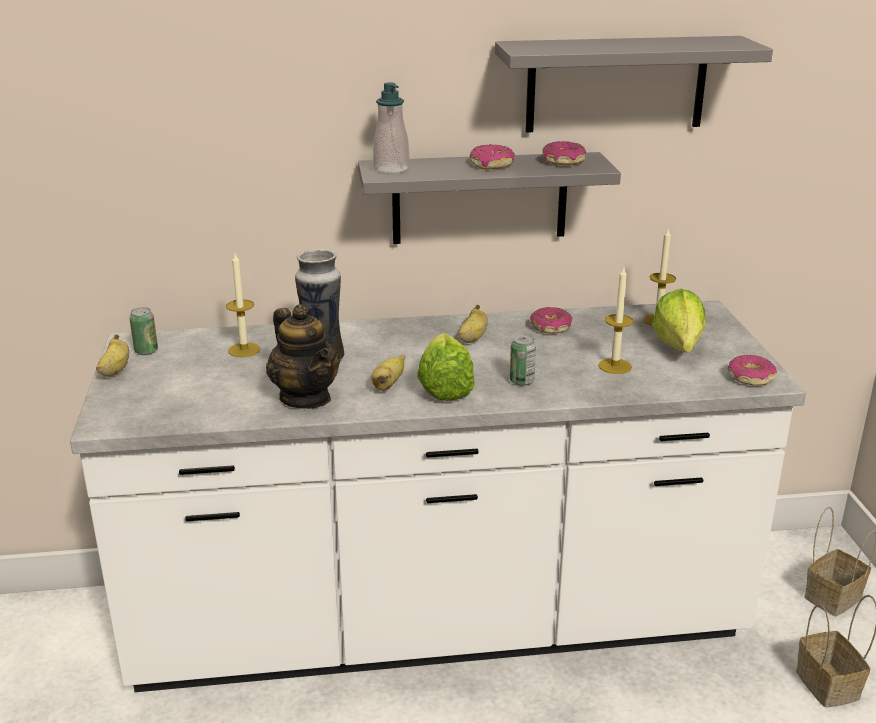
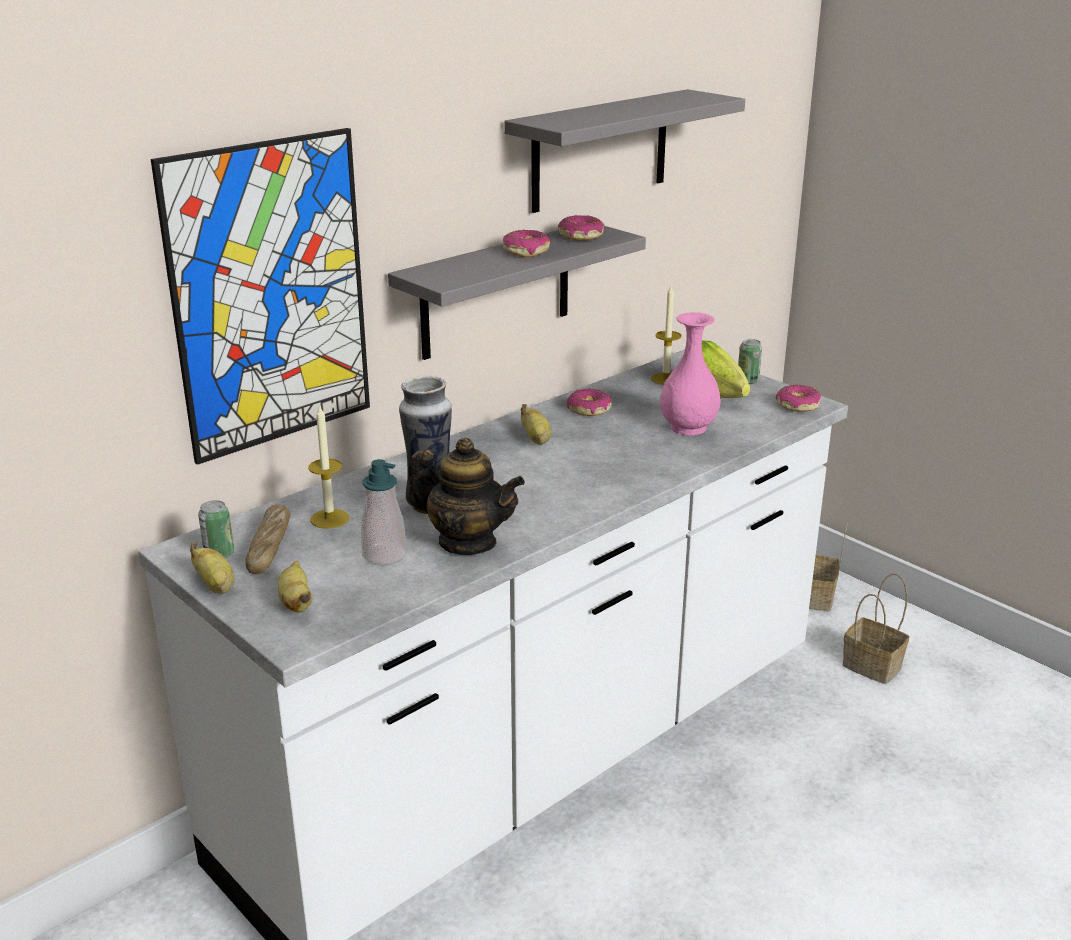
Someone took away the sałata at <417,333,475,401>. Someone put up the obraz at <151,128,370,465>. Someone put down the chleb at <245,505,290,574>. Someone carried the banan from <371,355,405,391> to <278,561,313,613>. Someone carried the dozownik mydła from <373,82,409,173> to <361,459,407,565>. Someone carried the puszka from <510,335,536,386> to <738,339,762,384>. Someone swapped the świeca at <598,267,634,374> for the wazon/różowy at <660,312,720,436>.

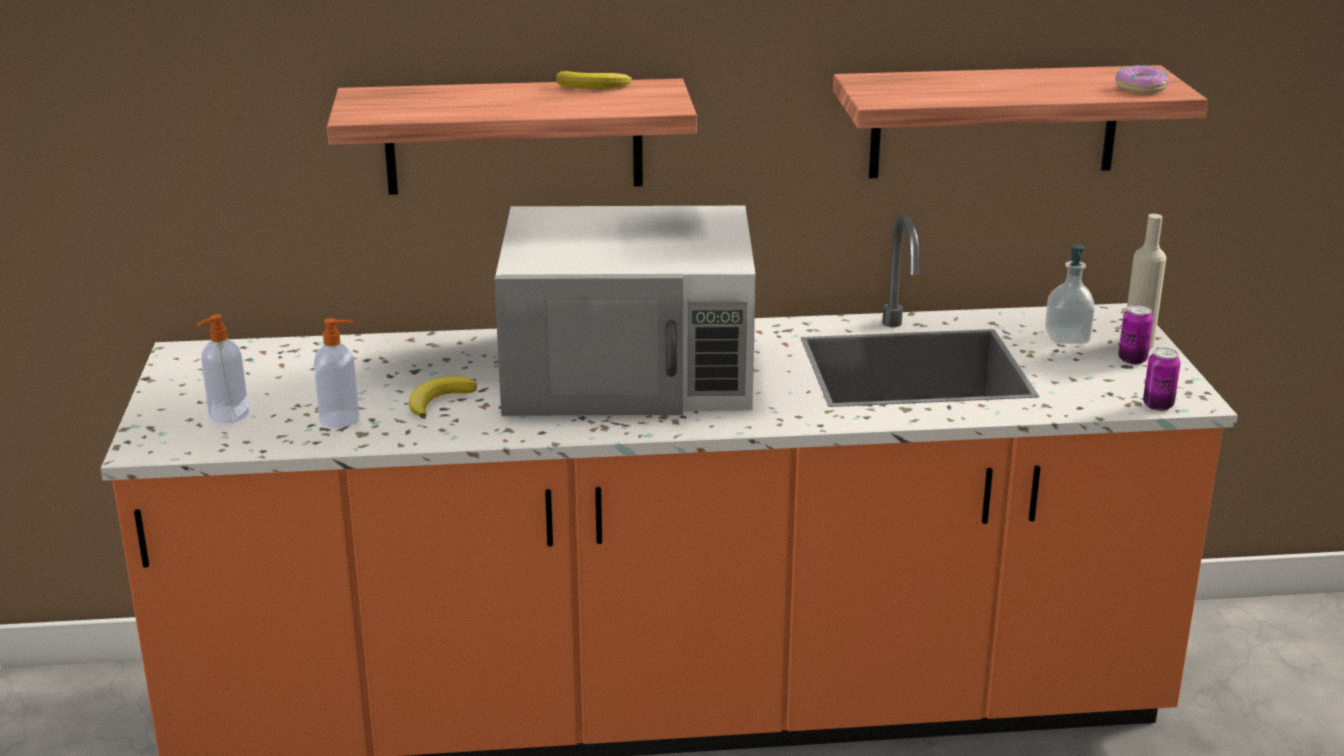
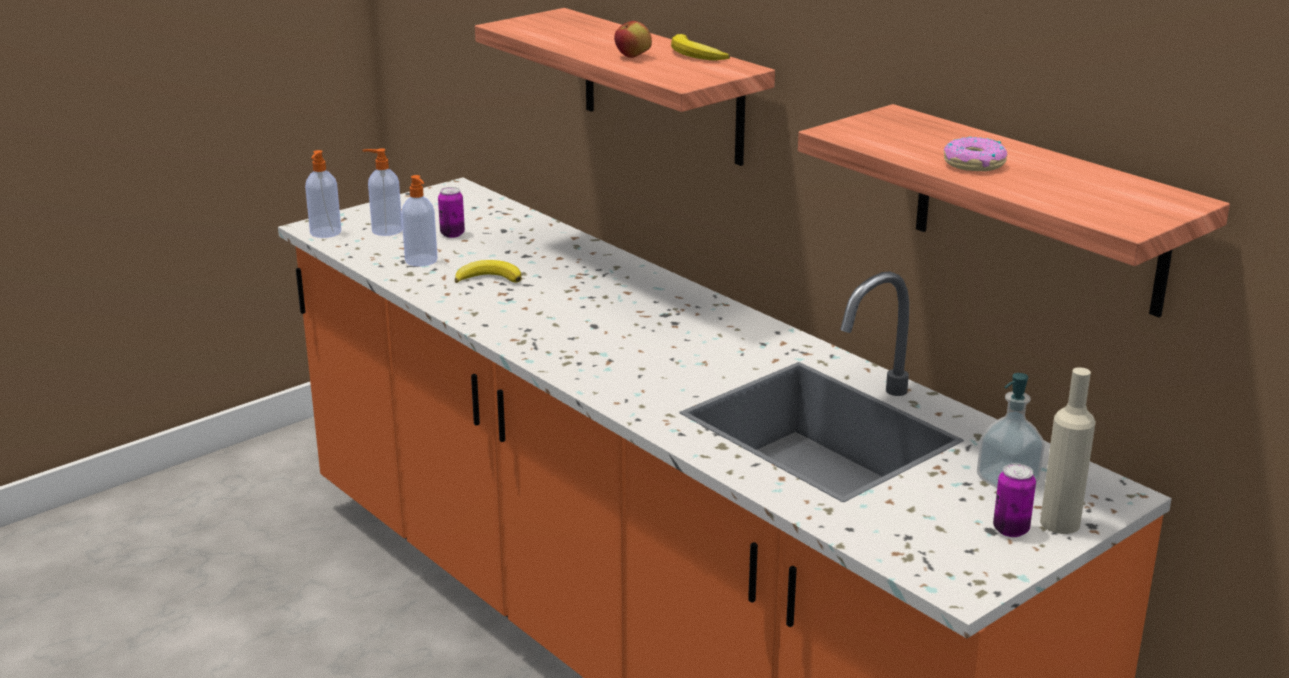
Someone took away the mikrofalówka/biały at <494,206,756,416>. Someone put down the dozownik mydła at <305,150,341,238>. Someone put down the jabłko at <614,21,652,58>. Someone carried the donut from <1115,65,1169,93> to <943,137,1007,171>. Someone carried the puszka from <1143,347,1181,411> to <438,187,465,238>.

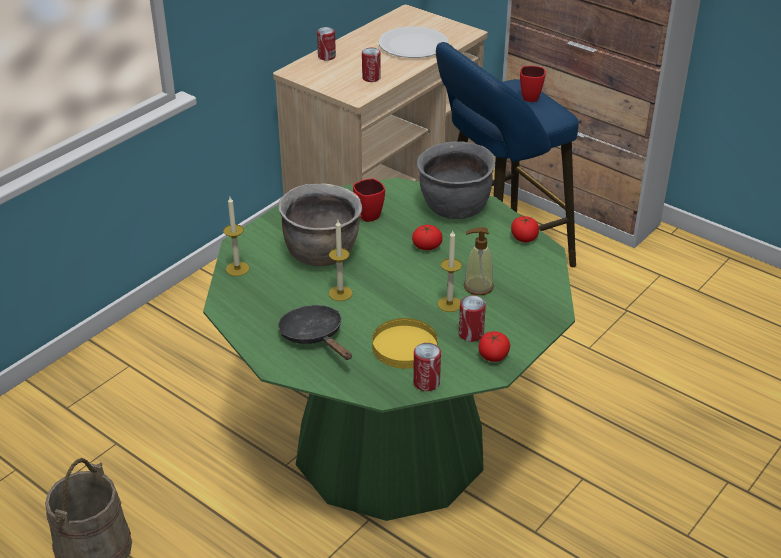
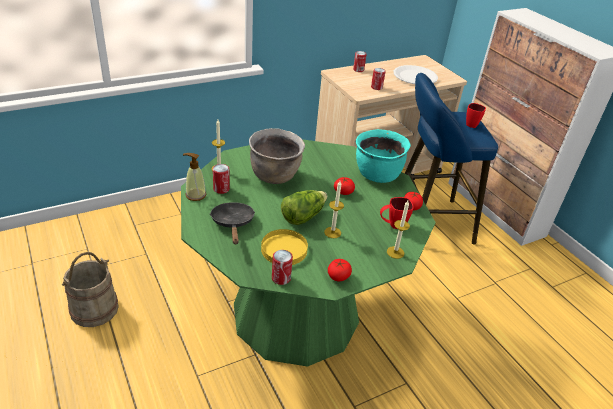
Someone put down the sałata at <281,190,327,225>. Someone carried the świeca from <329,220,353,301> to <387,201,410,259>. Someone carried the kubek/czerwony from <353,178,385,222> to <380,197,414,229>. Someone carried the puszka from <459,295,486,342> to <213,164,230,194>. Someone carried the dozownik mydła from <464,227,494,295> to <183,153,206,201>. Someone repainted the garnek/szary at <417,141,495,219>, which became the garnek/turkusowy at <356,129,411,183>.

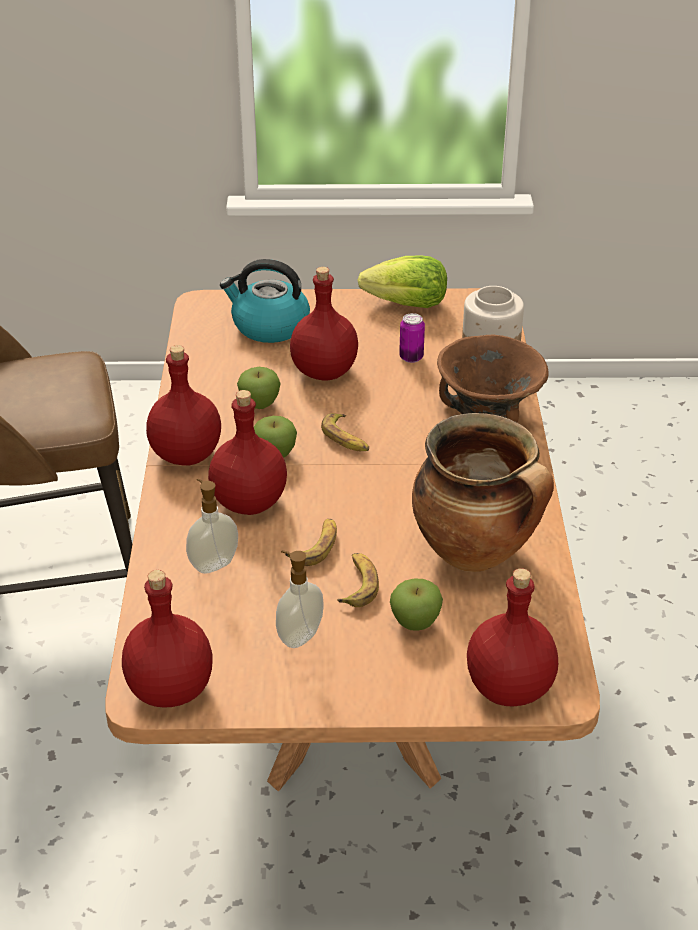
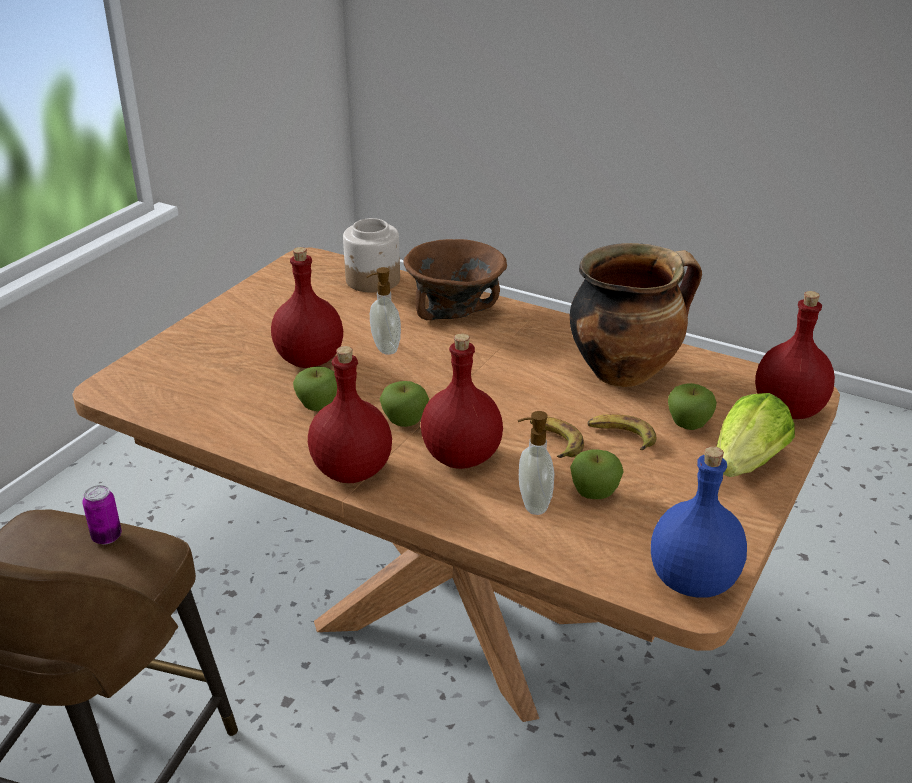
Someone took away the czajnik at <220,259,310,343>. Someone took away the banan at <321,413,369,451>. Someone put down the jabłko at <570,449,624,499>. Someone carried the dozownik mydła from <276,550,324,648> to <366,267,401,355>. Someone carried the sałata from <358,255,447,308> to <717,393,795,477>. Someone carried the puszka from <399,313,425,363> to <82,485,122,545>. Someone repainted the butelka/czerwony at <122,570,213,708>, which became the butelka/niebieski at <651,446,747,598>.

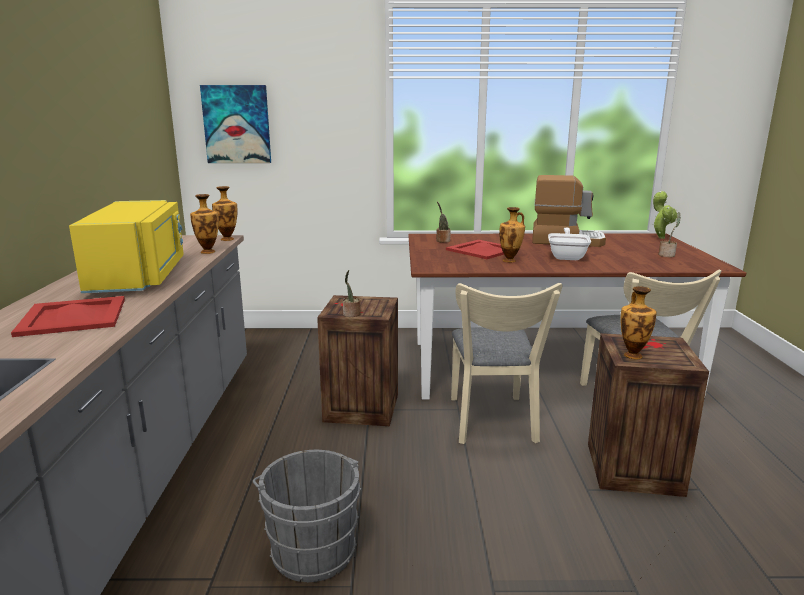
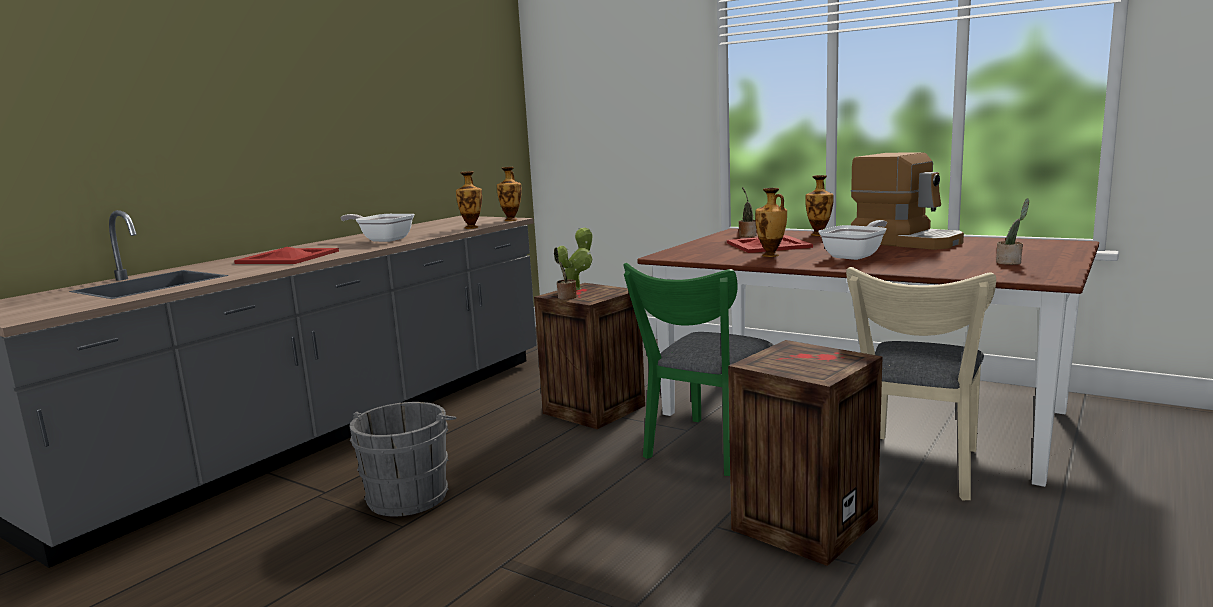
Someone took away the obraz at <200,85,271,163>. Someone carried the wazon from <620,286,657,359> to <805,175,834,236>. Someone carried the roślina doniczkowa from <653,191,677,239> to <557,227,593,290>. Someone swapped the mikrofalówka/żółty at <69,200,184,293> for the patelnia at <341,214,415,242>. Someone repainted the krzesło/beżowy at <451,283,563,444>, which became the krzesło/zielony at <623,263,773,476>.

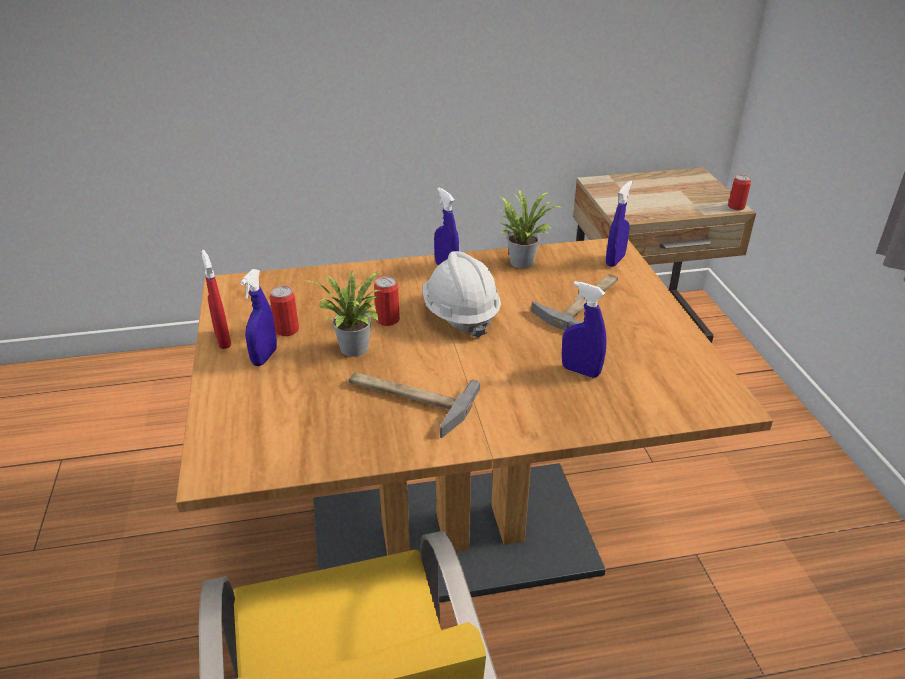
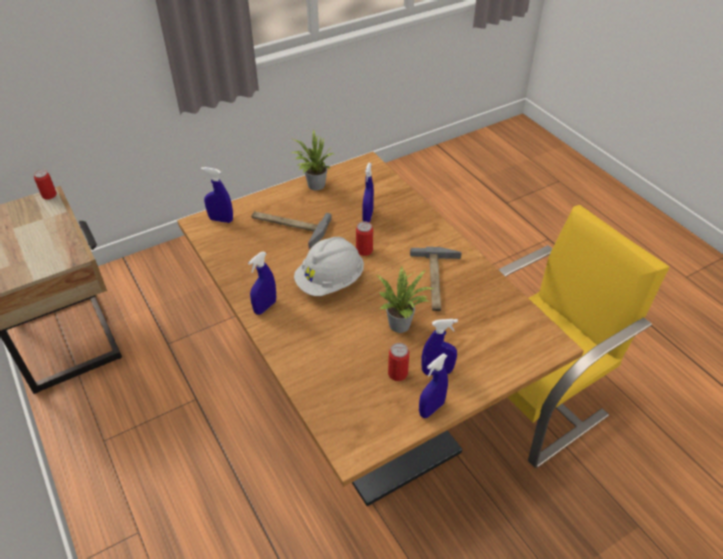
Someone carried the puszka from <374,276,400,326> to <356,221,373,256>. Someone carried the roślina doniczkowa from <498,189,562,268> to <291,129,333,190>. Someone repainted the spryskiwacz/czerwony at <201,250,231,349>, which became the spryskiwacz/niebieski at <419,354,448,418>.

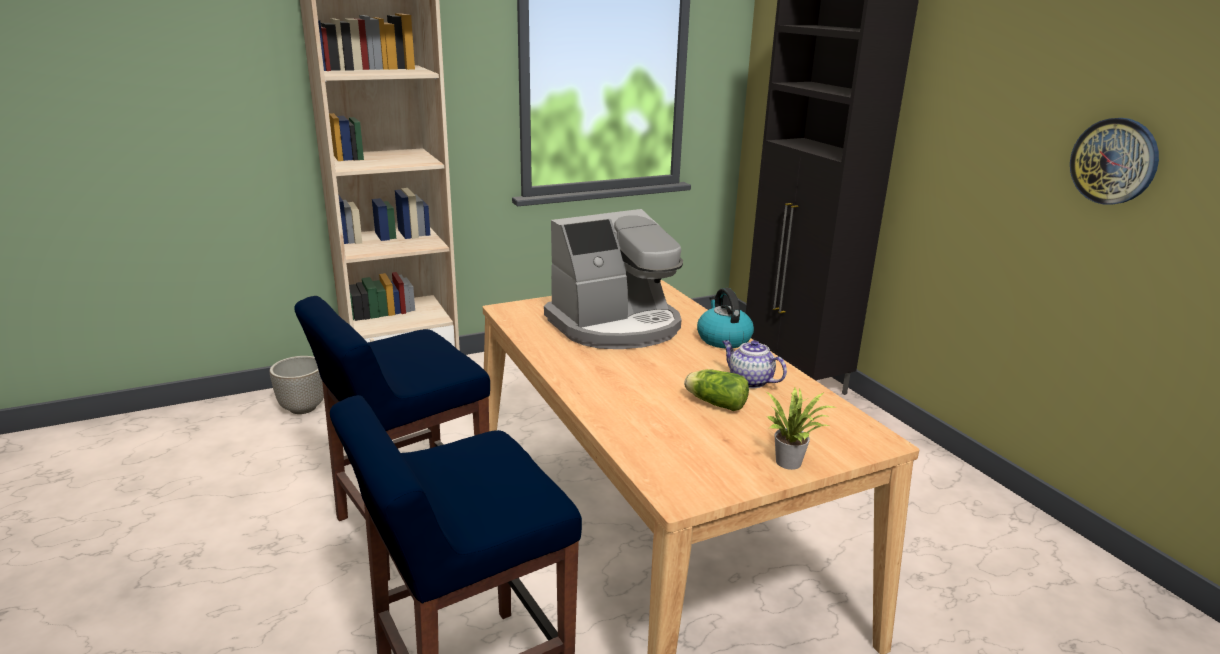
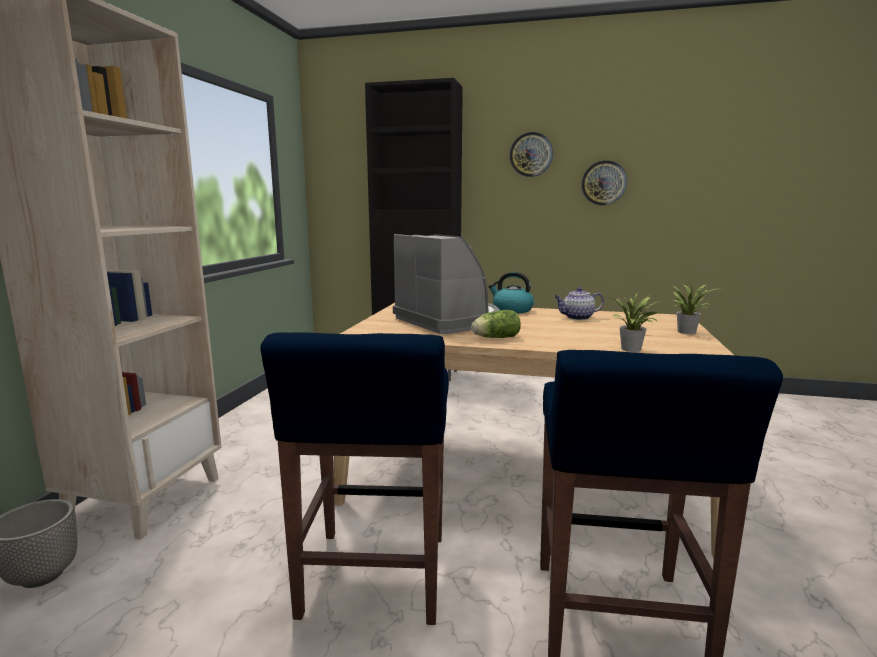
Someone put up the zegar ścienny at <510,132,553,177>. Someone put down the roślina doniczkowa at <606,292,660,352>. Someone carried the sałata from <684,369,749,411> to <471,310,521,338>. Someone rotated the ekspres do kawy at <544,209,683,349> by 45 degrees counterclockwise.

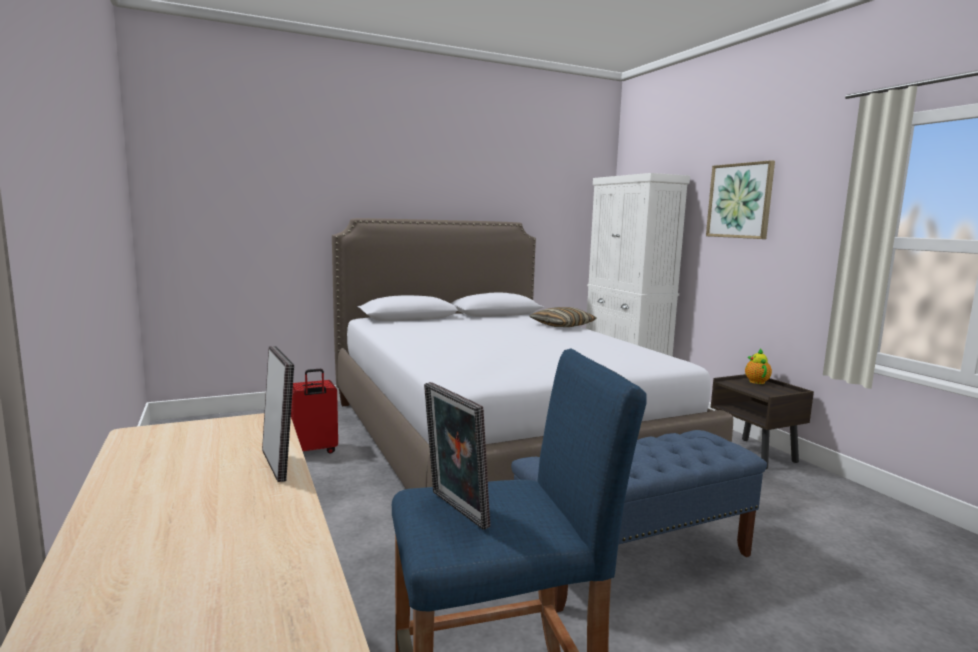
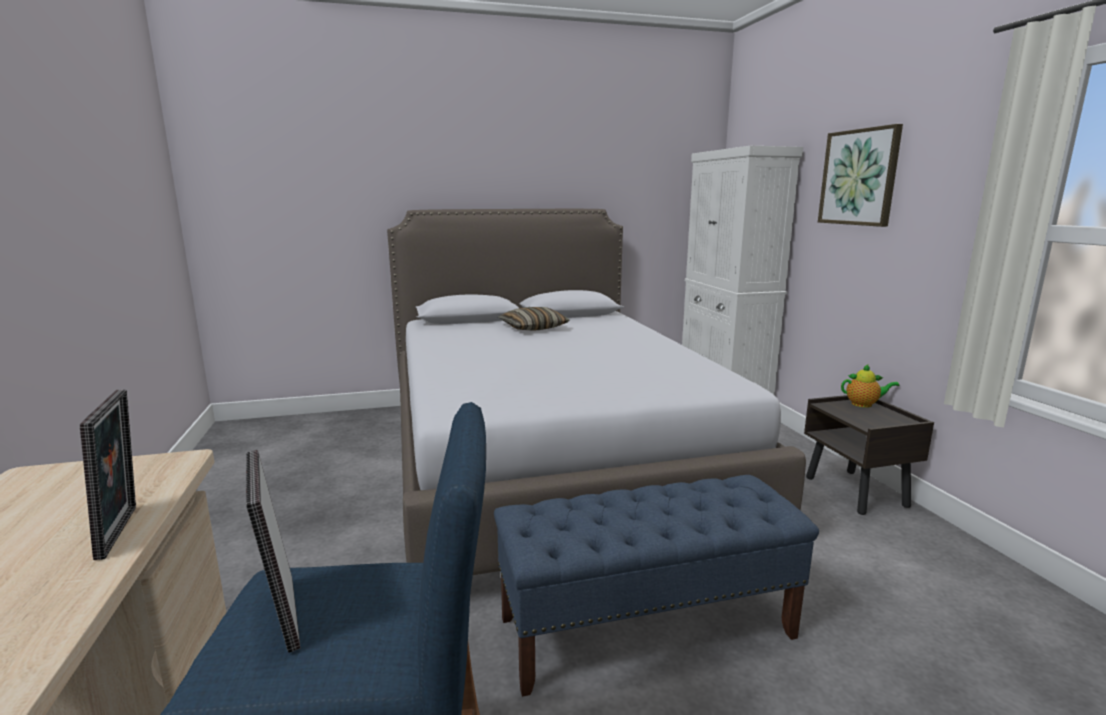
Someone took away the walizka/czerwony at <291,369,338,454>. Someone carried the poduszka from <529,307,597,327> to <498,307,569,331>. Someone rotated the imbryk at <745,349,772,384> by 90 degrees clockwise.

